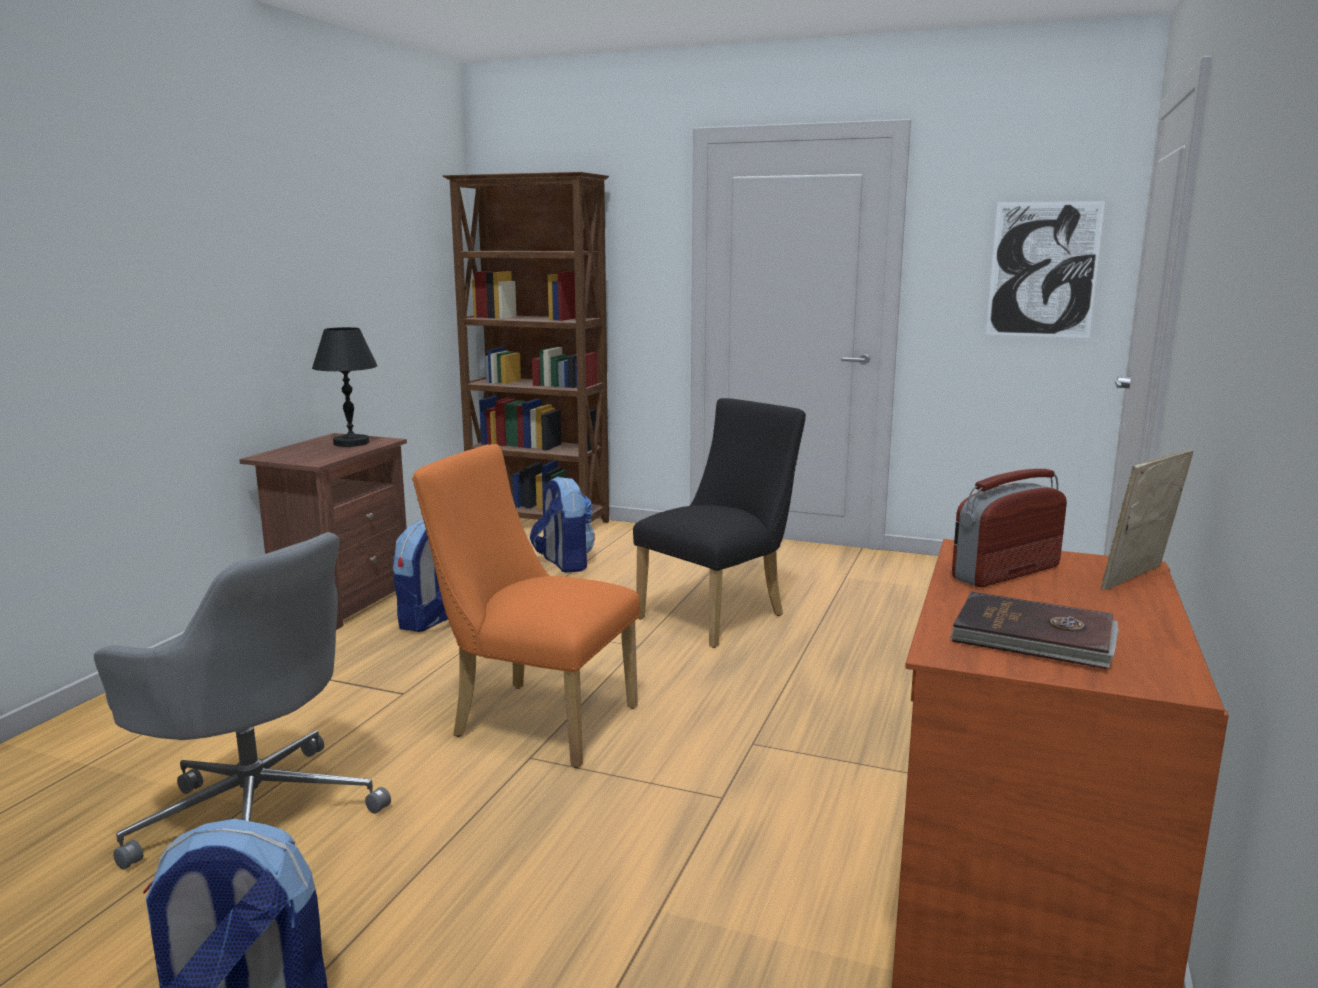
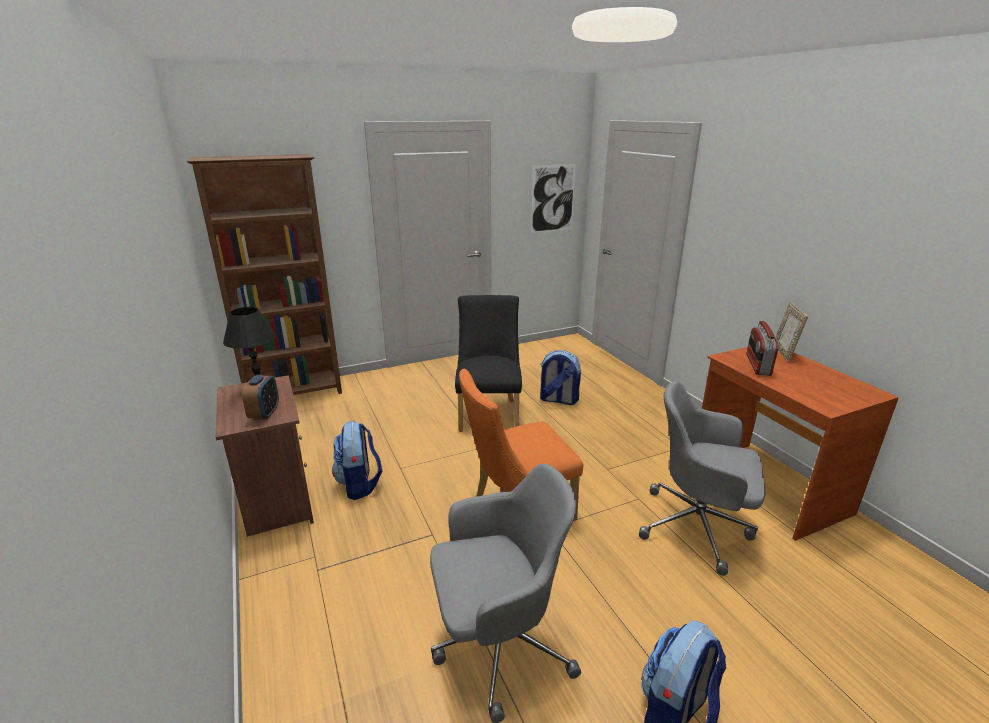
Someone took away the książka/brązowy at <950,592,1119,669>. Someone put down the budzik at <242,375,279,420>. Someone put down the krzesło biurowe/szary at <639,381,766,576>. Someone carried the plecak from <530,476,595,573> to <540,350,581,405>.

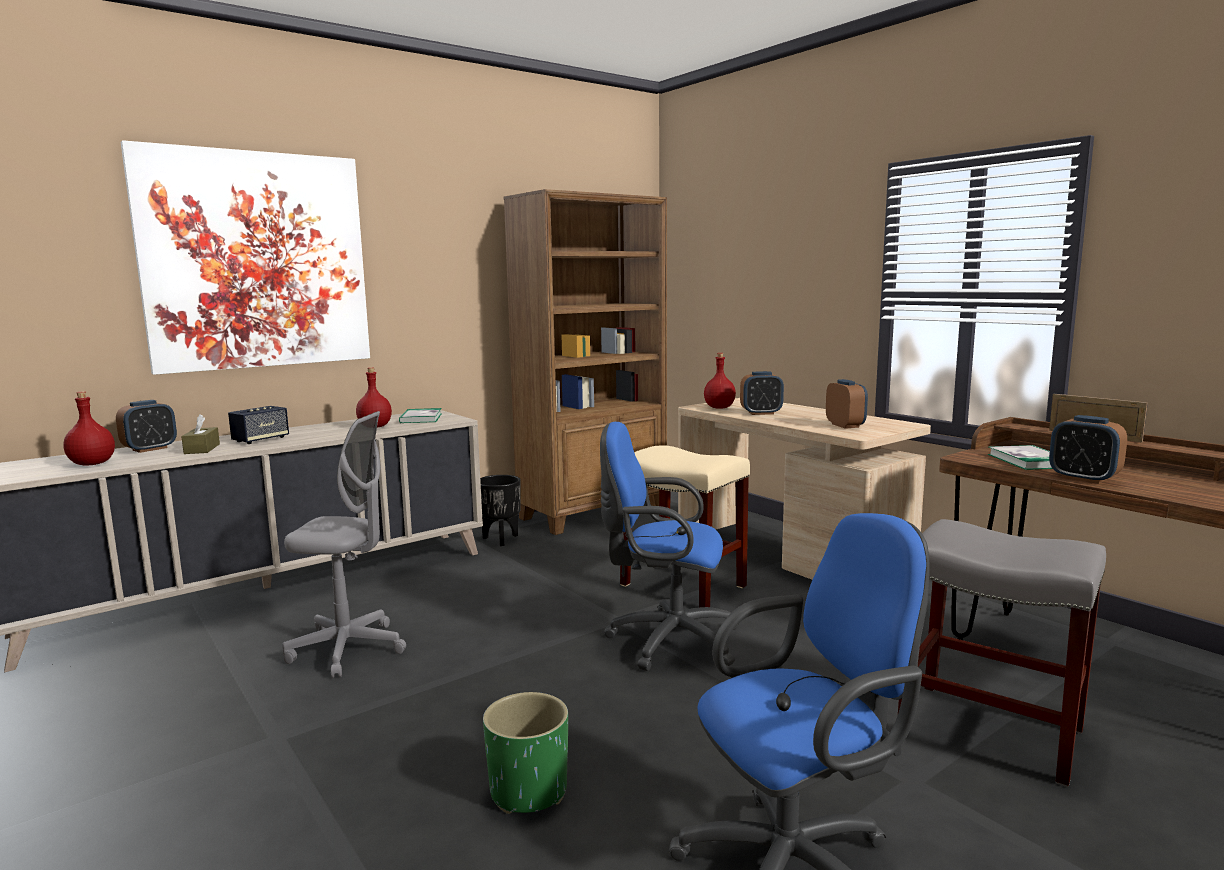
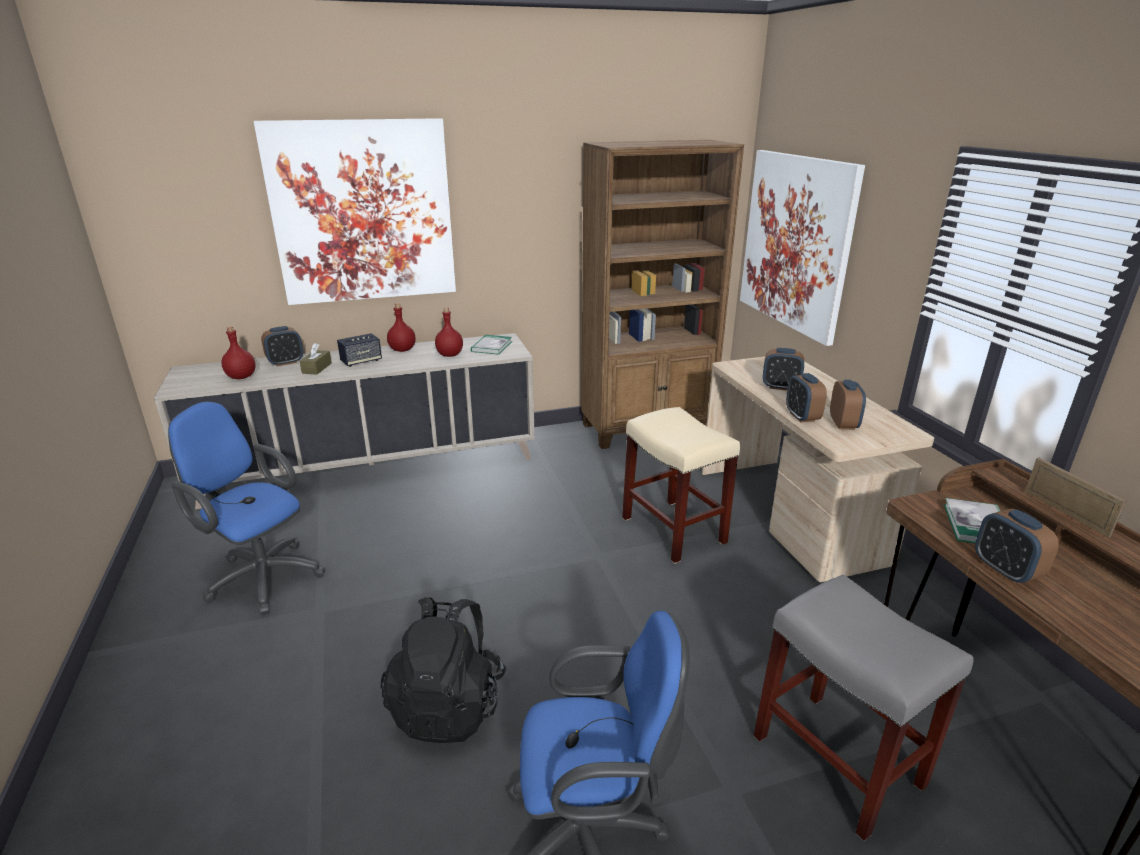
Someone took away the krzesło biurowe/szary at <282,411,406,678>. Someone took away the donica/czarny at <480,475,521,546>. Someone put up the obraz at <740,150,865,346>. Someone put down the budzik at <786,373,827,423>. Someone carried the krzesło biurowe/niebieski from <600,422,738,671> to <168,401,325,615>. Someone carried the butelka/czerwony from <704,353,736,409> to <387,303,416,352>. Someone swapped the donica/zielony at <483,692,568,814> for the plecak/czarny at <381,597,506,743>.

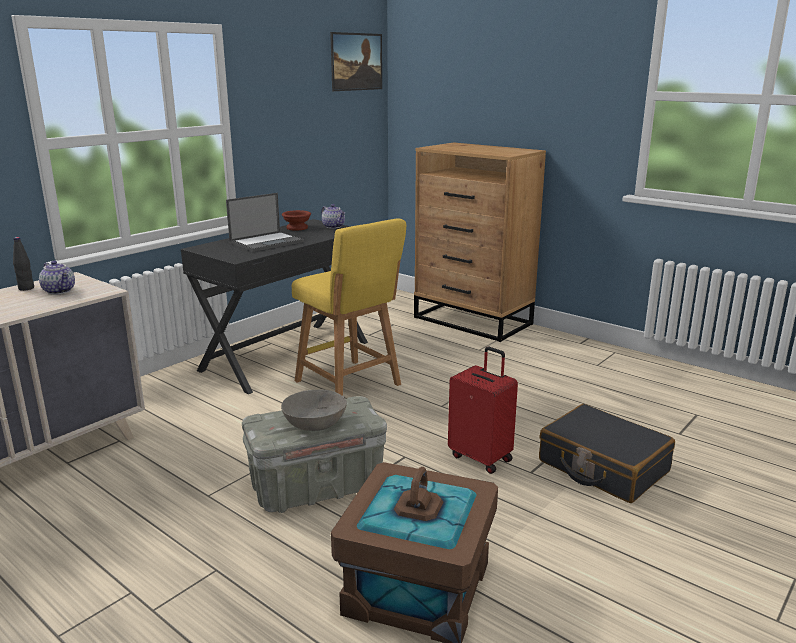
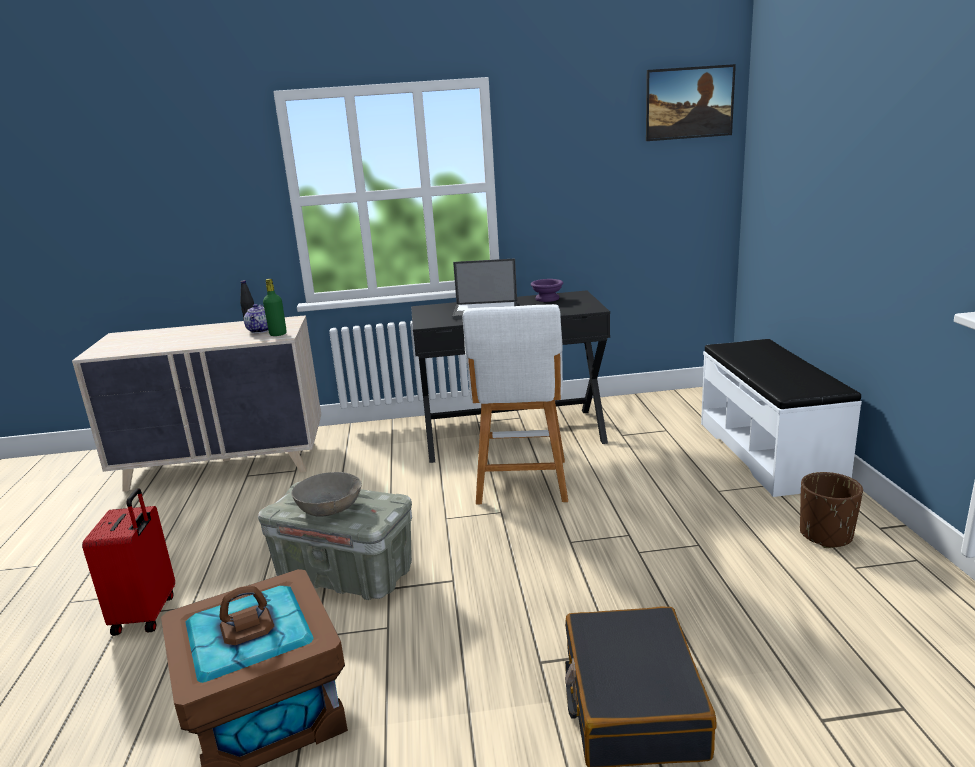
Someone took away the imbryk at <321,204,345,229>. Someone put down the butelka/zielony at <263,279,287,336>. Someone put down the donica/brązowy at <800,472,863,548>. Someone carried the walizka/czerwony from <448,347,518,474> to <82,488,175,636>. Someone swapped the komoda/brązowy at <414,142,546,342> for the ławka/biały at <701,339,862,497>. Someone repainted the miska/brązowy at <282,210,311,231>, which became the miska/fioletowy at <531,279,563,302>. Someone repainted the stołek/żółty at <292,218,406,395>, which became the stołek/biały at <463,304,568,504>.

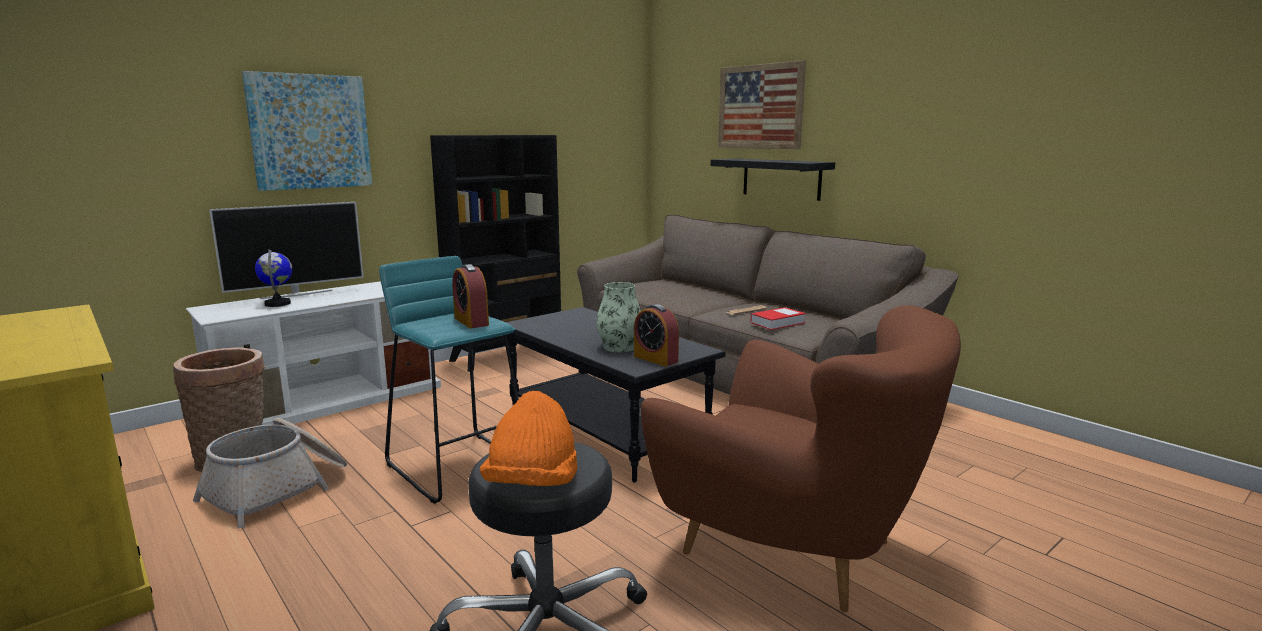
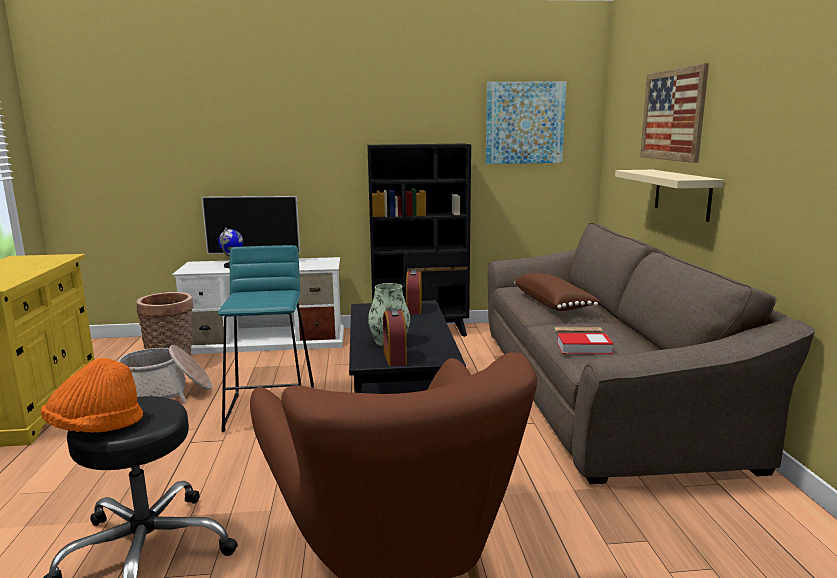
Someone put down the poduszka/brązowy at <514,273,600,311>. Someone carried the obraz from <242,71,372,191> to <486,82,566,164>. Someone carried the budzik from <452,264,489,328> to <406,270,422,314>. Someone repainted the półka/czarny at <710,159,835,201>, which became the półka/beżowy at <615,170,723,222>.

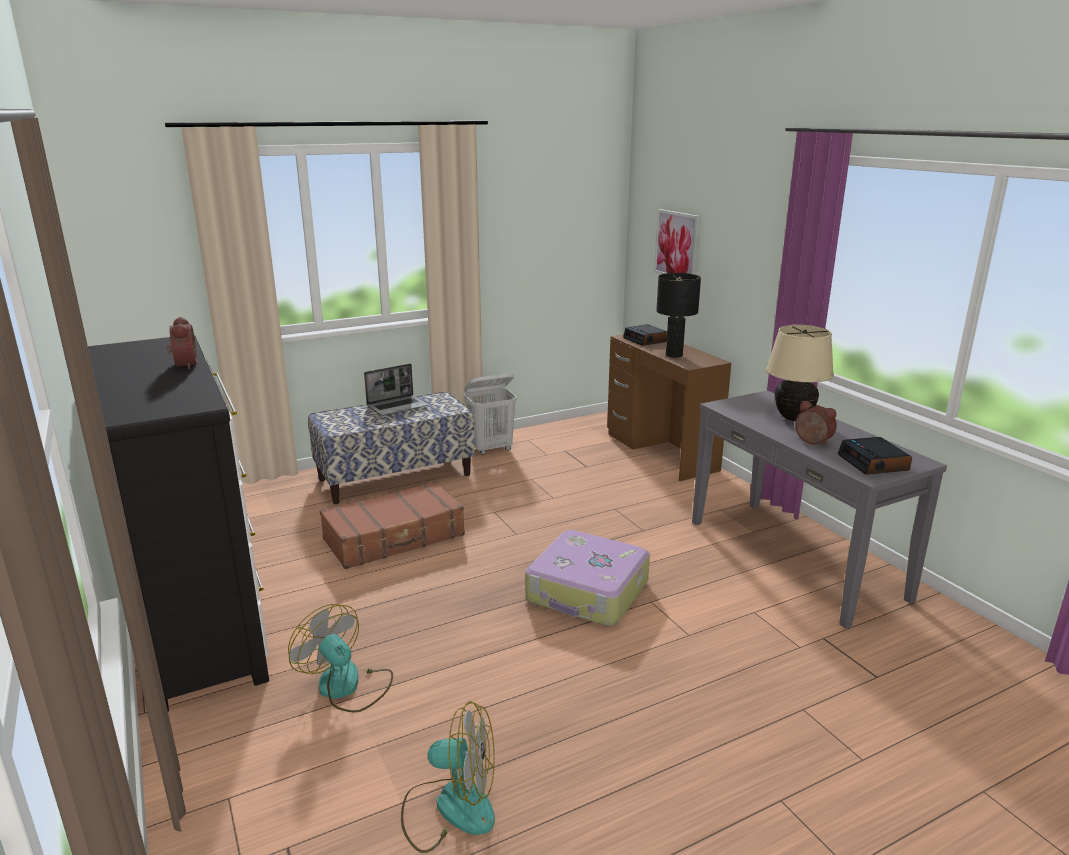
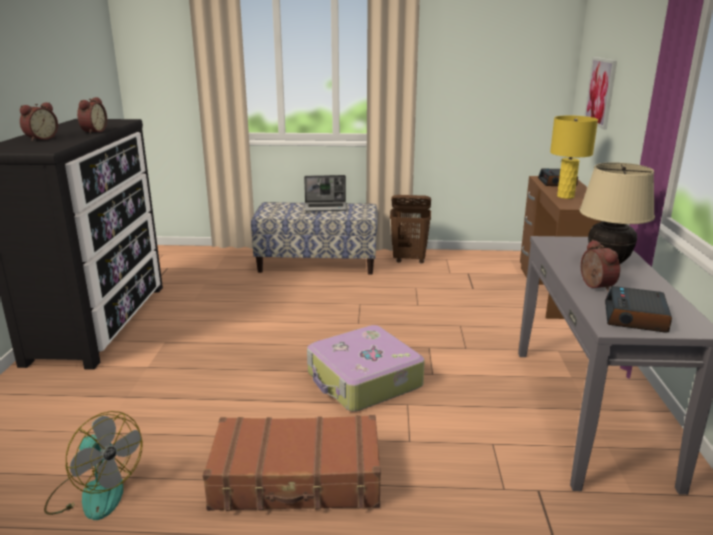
Someone took away the wentylator at <288,604,393,713>. Someone put down the budzik at <20,102,58,141>. Someone carried the walizka/brązowy from <320,481,465,569> to <202,415,381,511>. Someone repainted the kosz na pranie/biały at <464,373,517,455>, which became the kosz na pranie/brązowy at <390,195,431,264>. Someone repainted the lampa stołowa/czarny at <656,273,701,357>, which became the lampa stołowa/żółty at <550,115,598,199>.

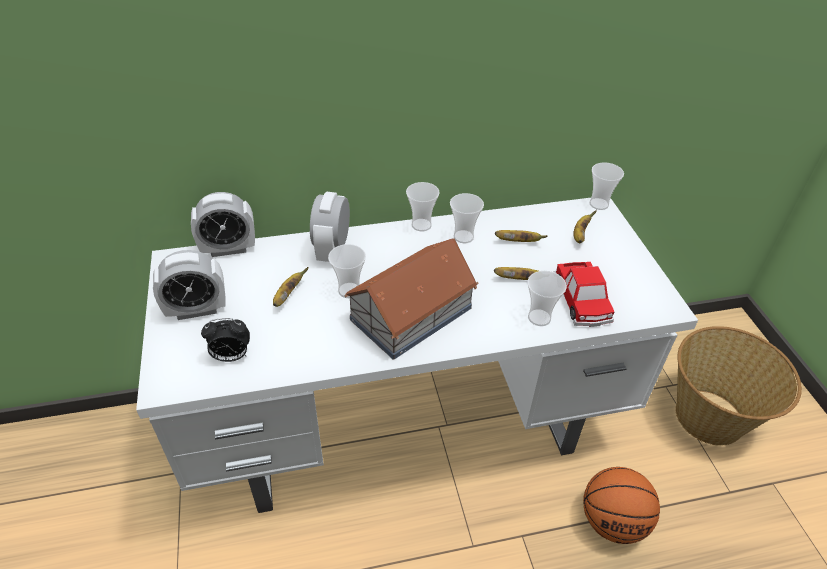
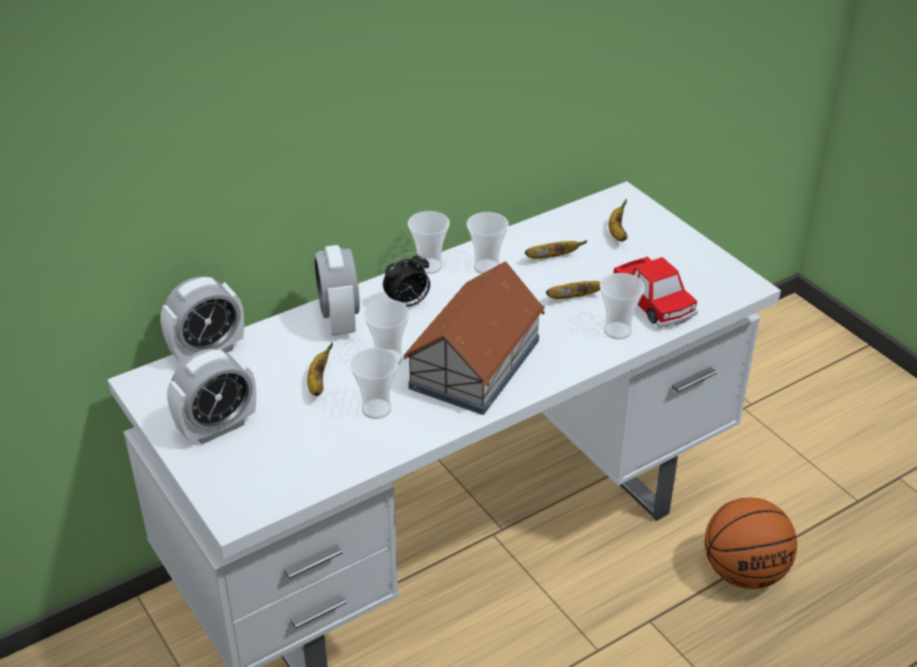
Someone took away the koszyk at <676,326,802,446>. Someone carried the budzik from <201,318,250,362> to <383,252,430,306>. Someone carried the filiżanka from <589,162,624,210> to <350,348,398,419>.

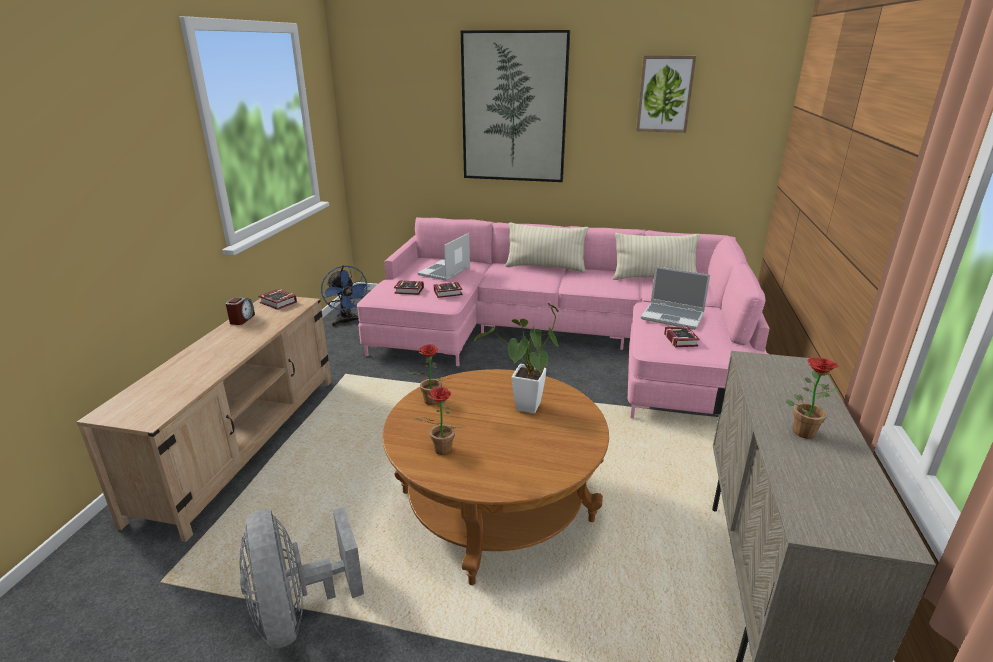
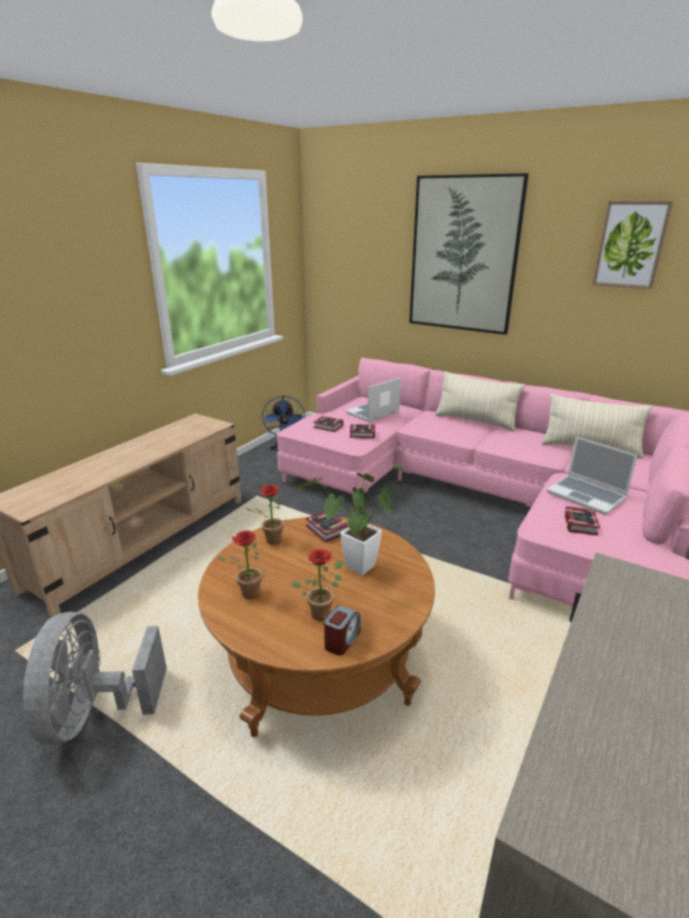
Someone carried the budzik from <225,297,255,325> to <324,606,361,656>. Someone carried the książka from <258,289,297,310> to <306,511,348,543>. Someone carried the roślina doniczkowa from <786,357,839,439> to <292,549,343,621>.

